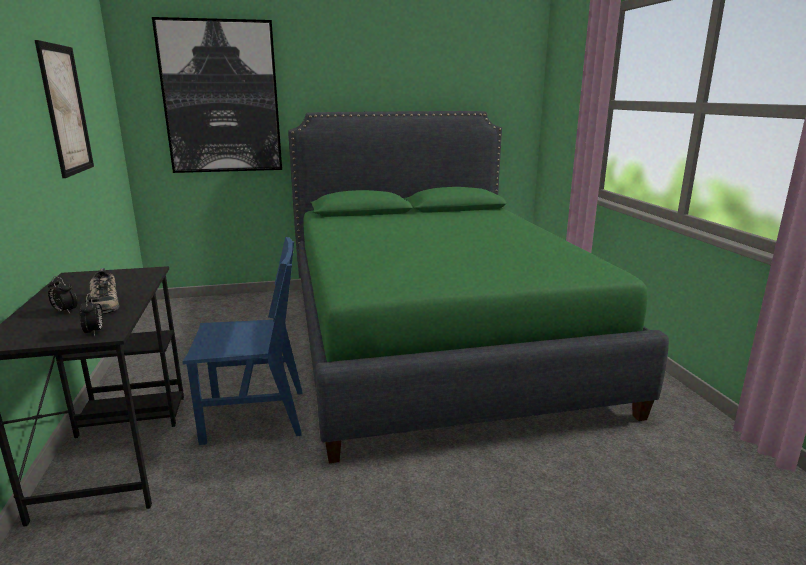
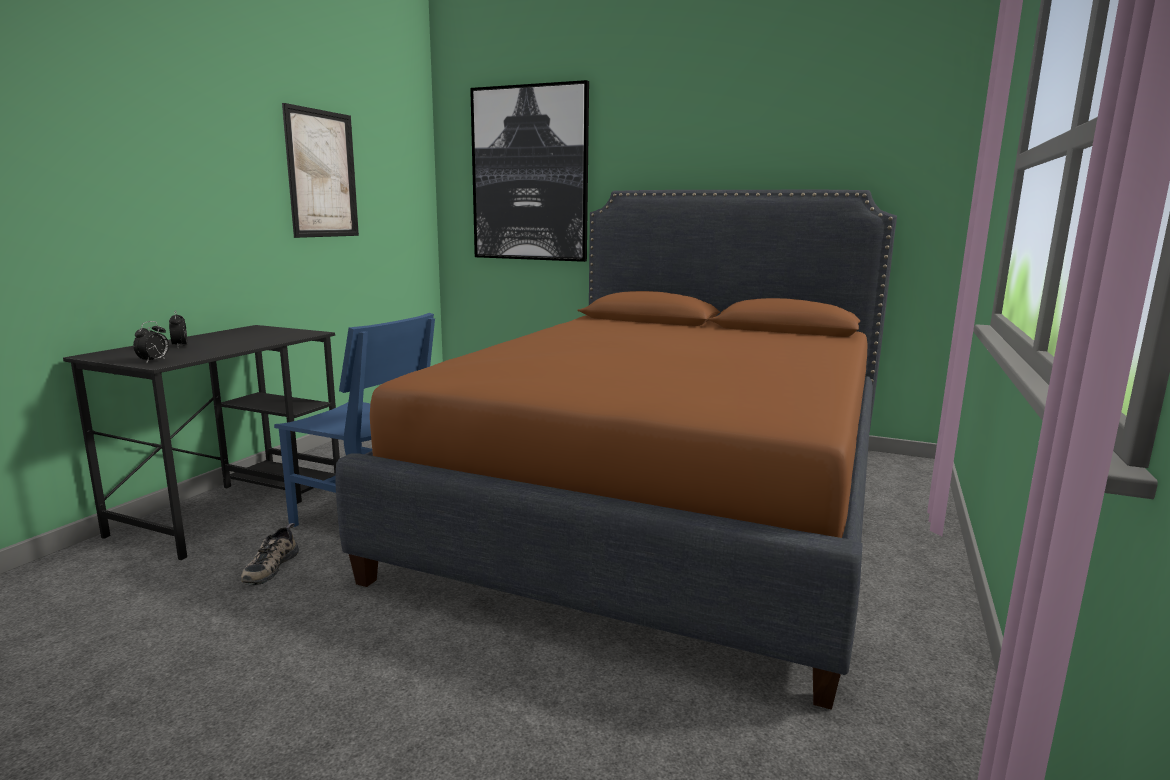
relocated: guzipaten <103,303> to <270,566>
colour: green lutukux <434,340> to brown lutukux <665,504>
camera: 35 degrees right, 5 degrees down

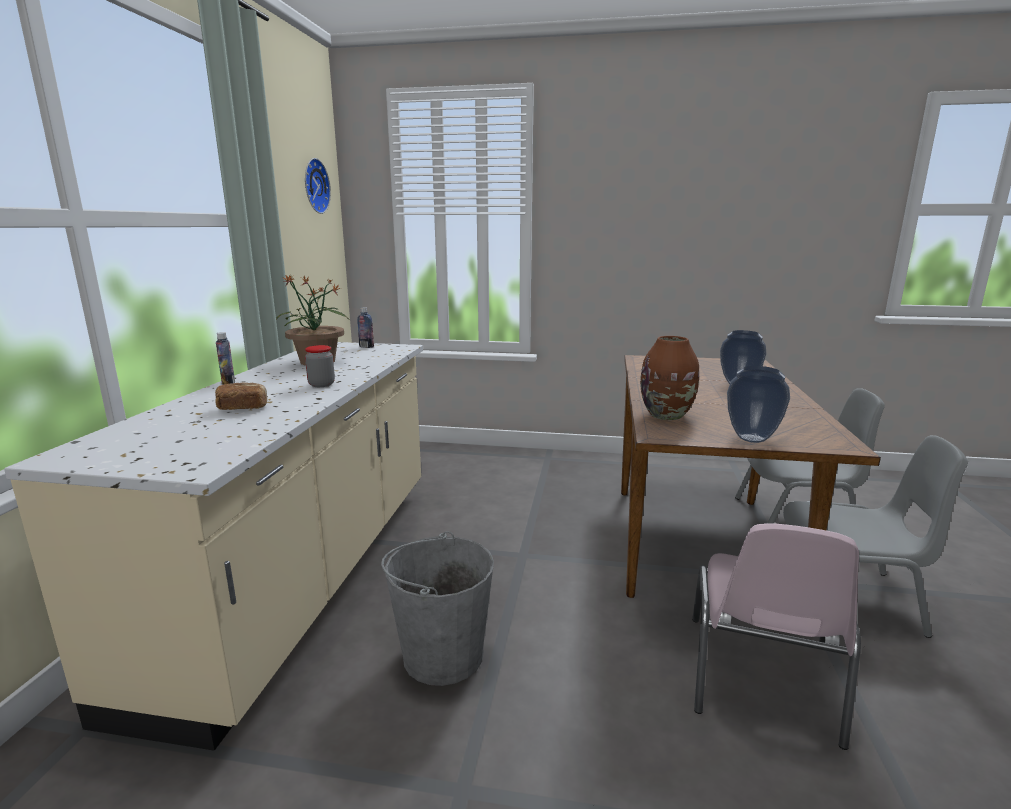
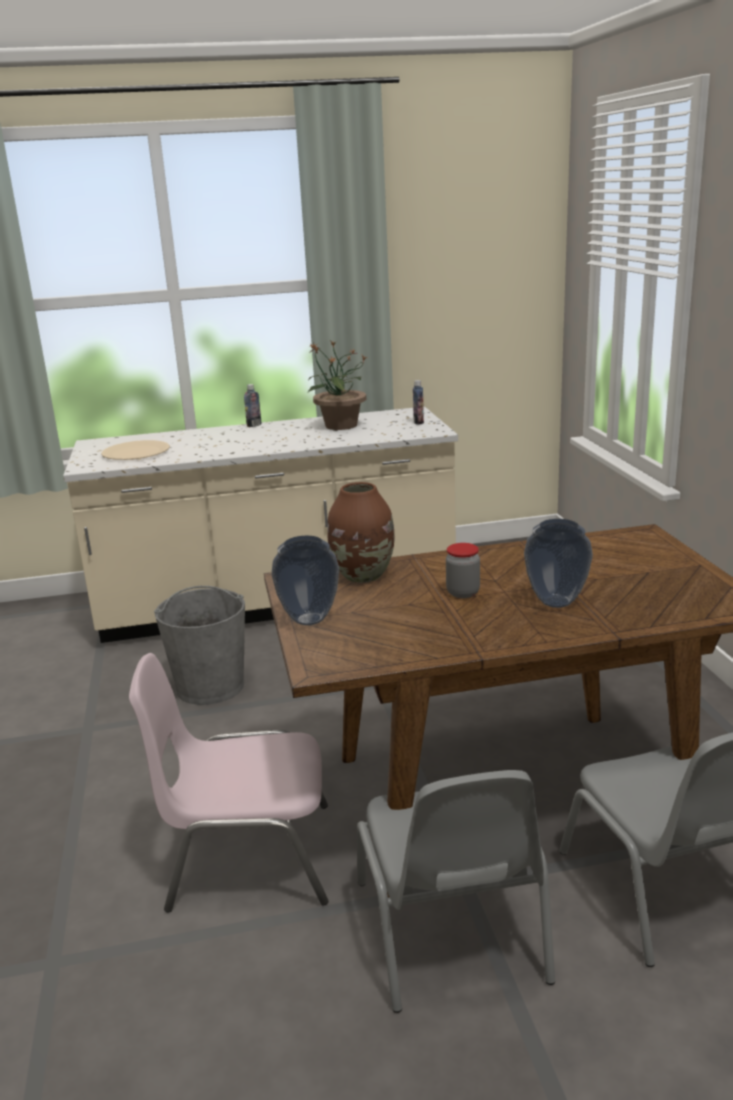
missing: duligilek <243,408>; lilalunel <314,186>
appeared: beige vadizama <136,453>
relocated: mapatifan <321,384> to <463,593>
camera: 70 degrees right, 5 degrees up

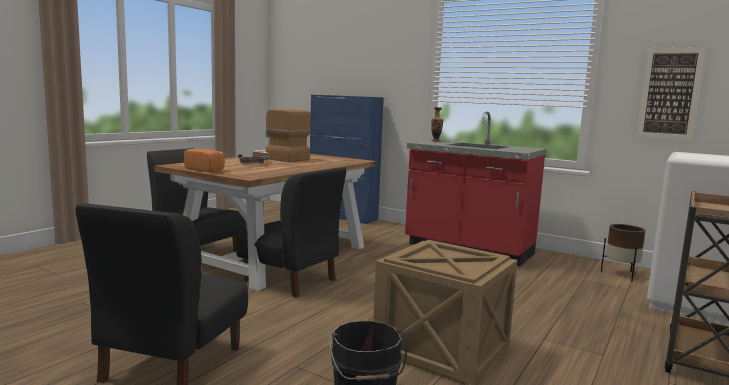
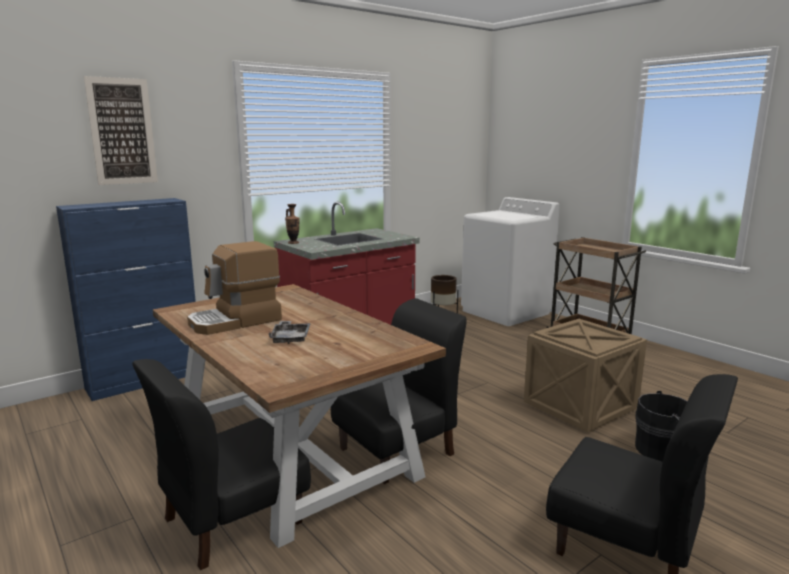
missing: duligilek <206,170>
relocated: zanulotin <669,93> to <122,131>
camera: 70 degrees left, 5 degrees up

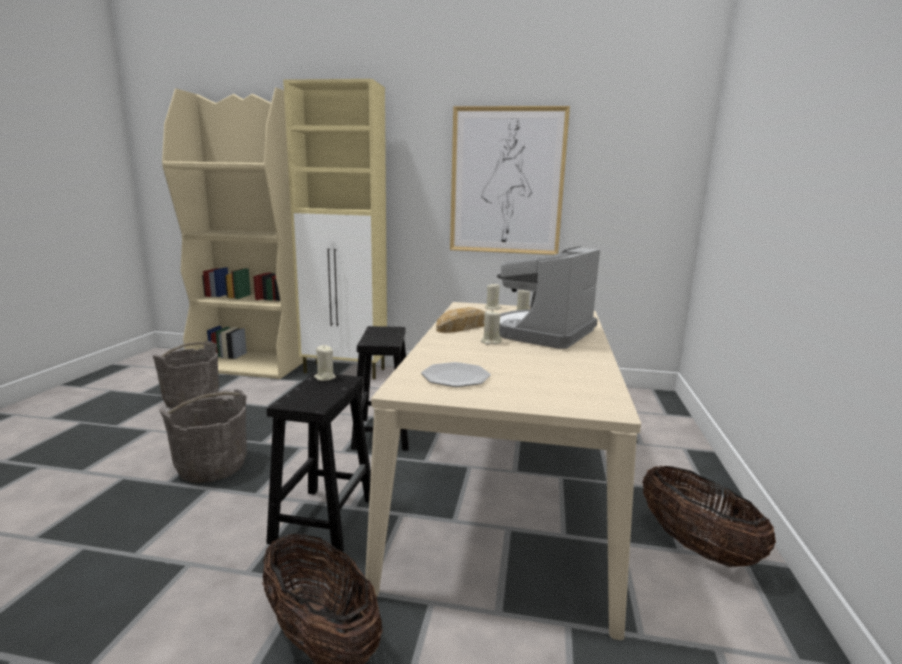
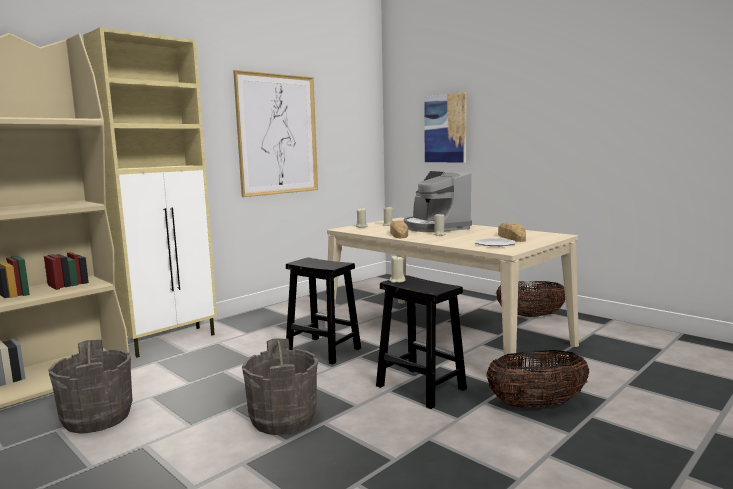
appeared: zanulotin <445,128>; duligilek <511,237>
camera: 55 degrees left, 5 degrees down

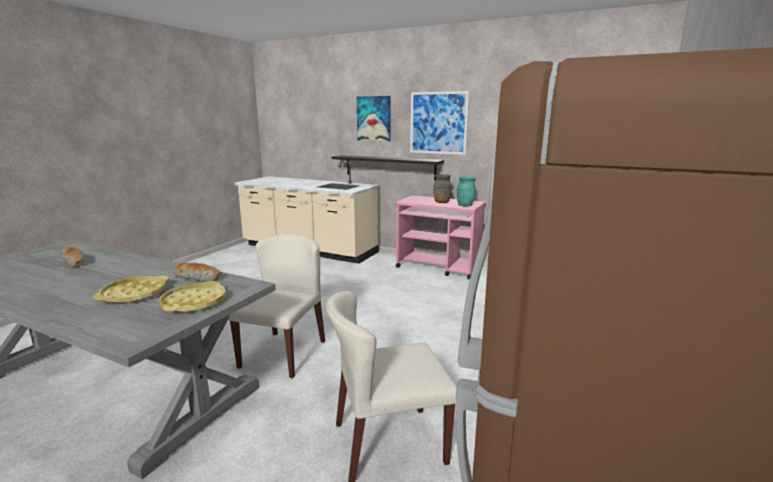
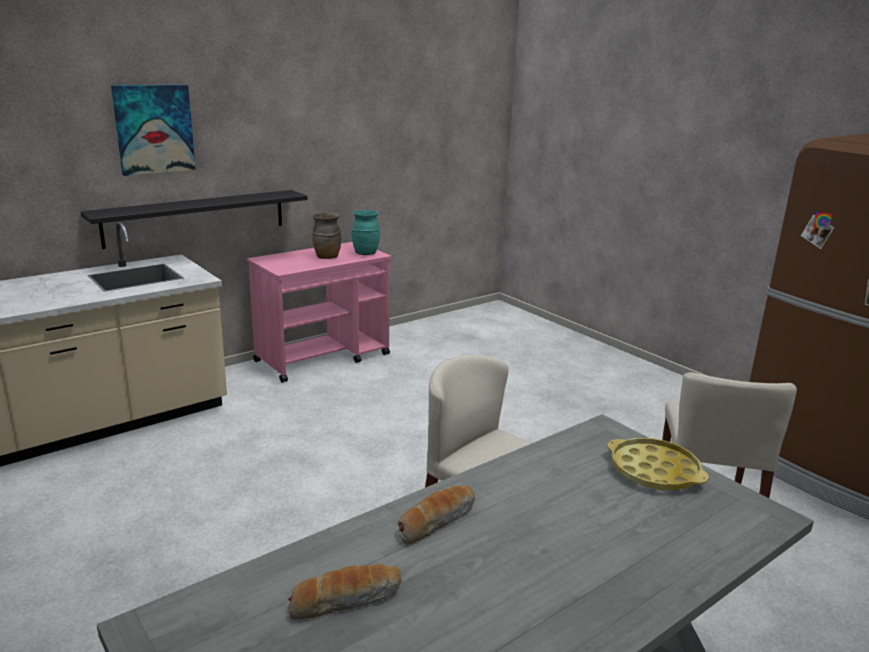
missing: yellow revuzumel <134,294>; zanulotin <438,123>
relocated: duligilek <198,278> to <436,521>
camera: 65 degrees left, 5 degrees up

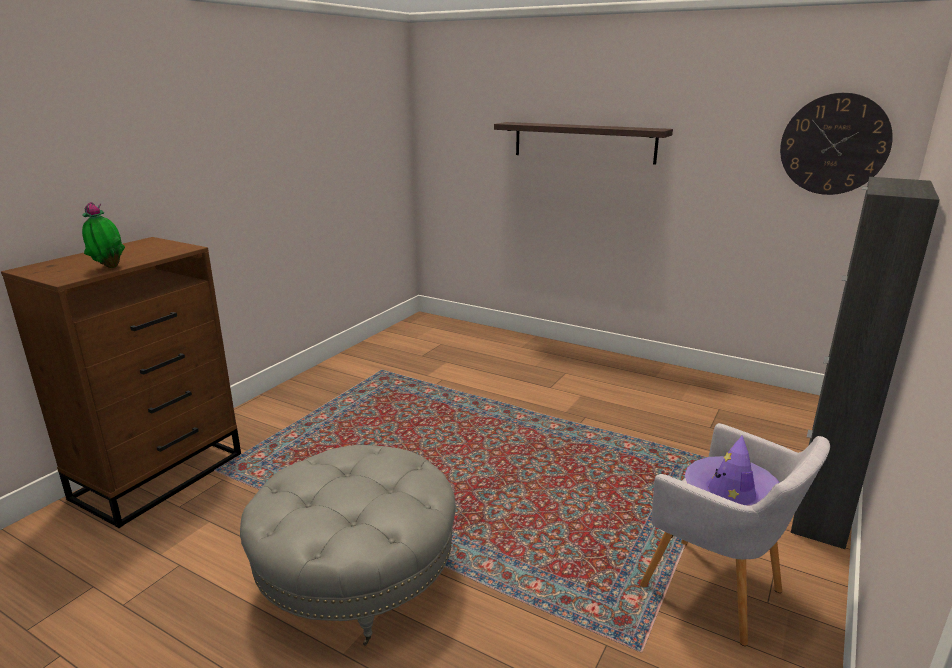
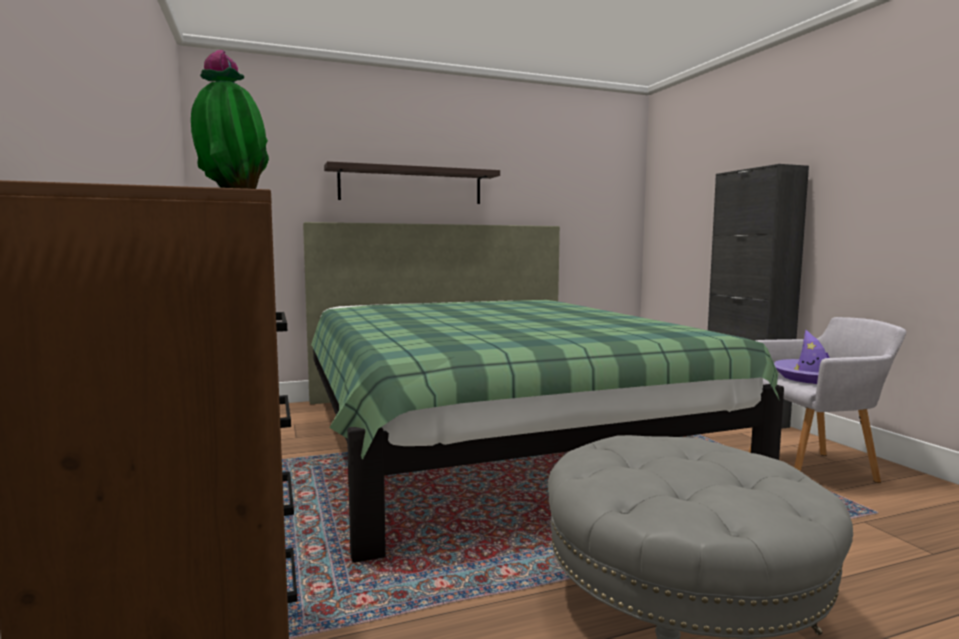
missing: lilalunel <834,144>
appeared: green lutukux <492,437>
camera: 50 degrees left, 15 degrees down

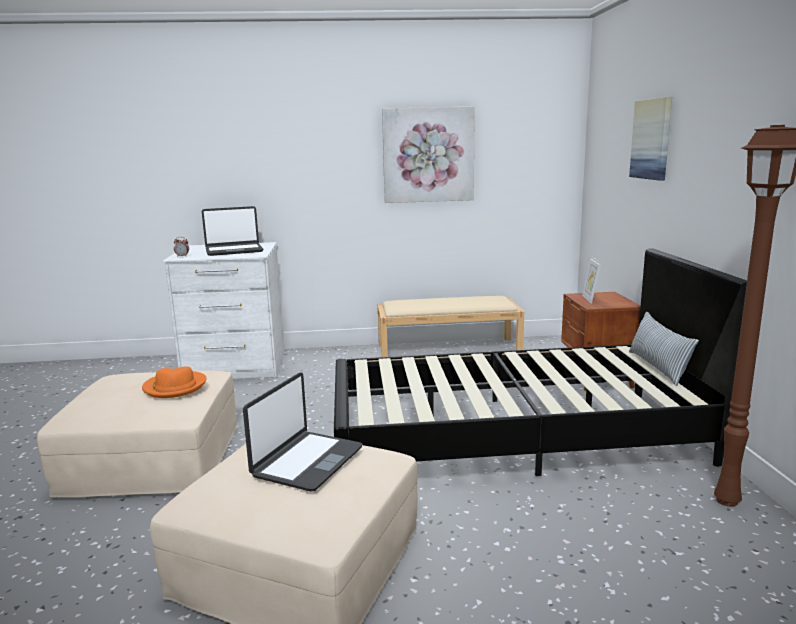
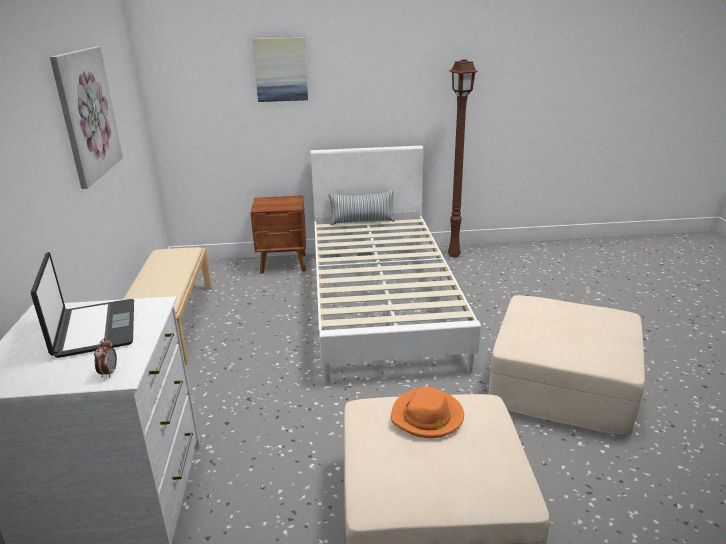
missing: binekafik <307,461>; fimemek <590,299>
colour: black lutukux <513,436> to white lutukux <381,302>
camera: 90 degrees left, 10 degrees up

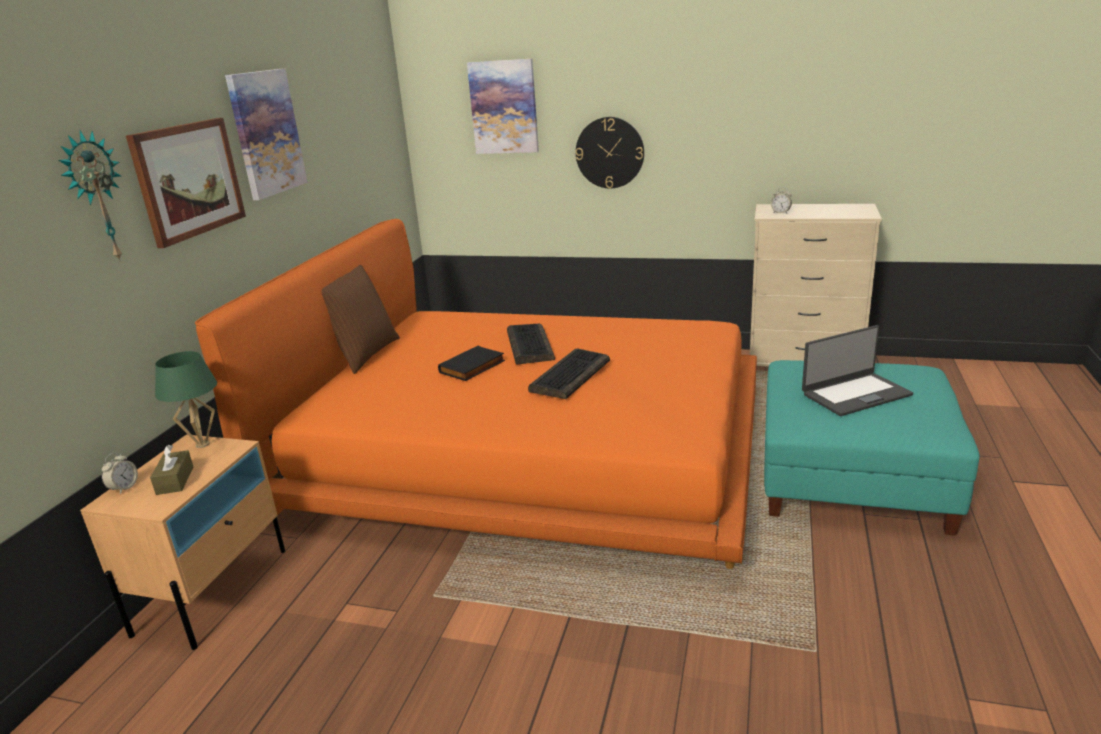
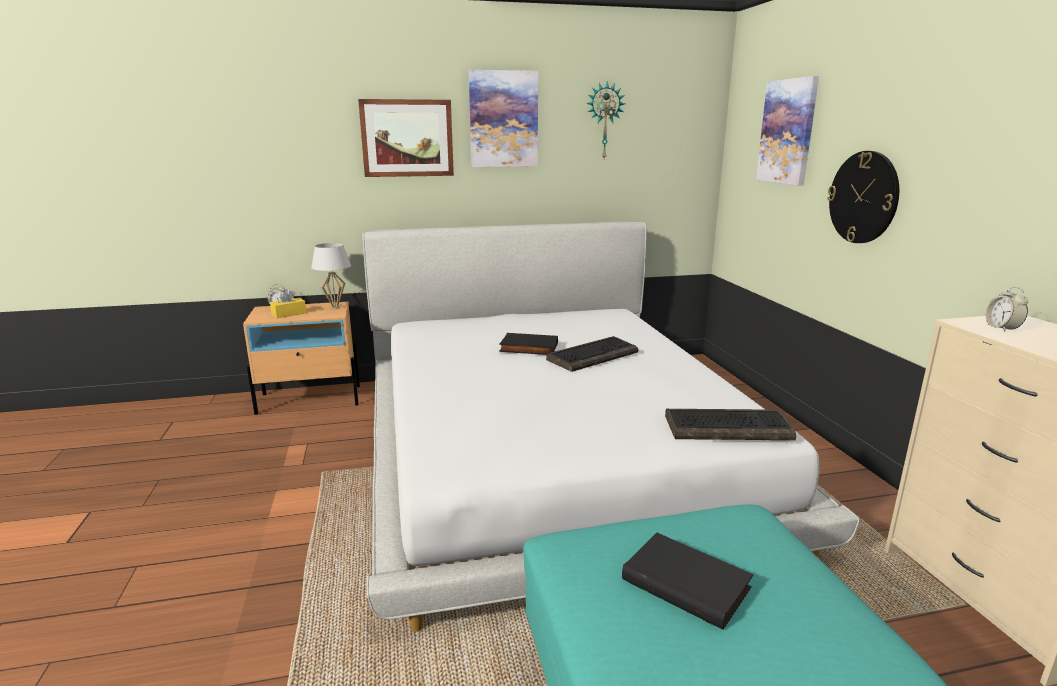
missing: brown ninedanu <364,354>
relocated: lilalunel <95,198> to <604,121>; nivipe <570,375> to <728,427>
exchanged: binekafik <855,394> to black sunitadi <688,582>
colour: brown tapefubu <175,480> to yellow tapefubu <289,314>; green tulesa <202,444> to white tulesa <335,307>; orange lutukux <527,450> to white lutukux <550,451>
camera: 60 degrees right, 5 degrees down

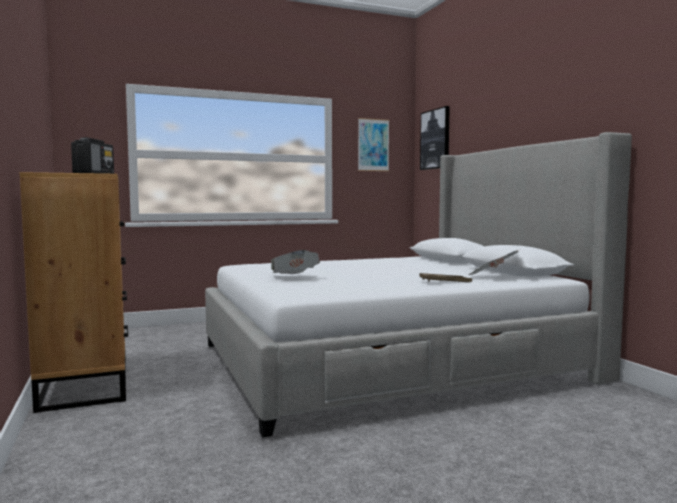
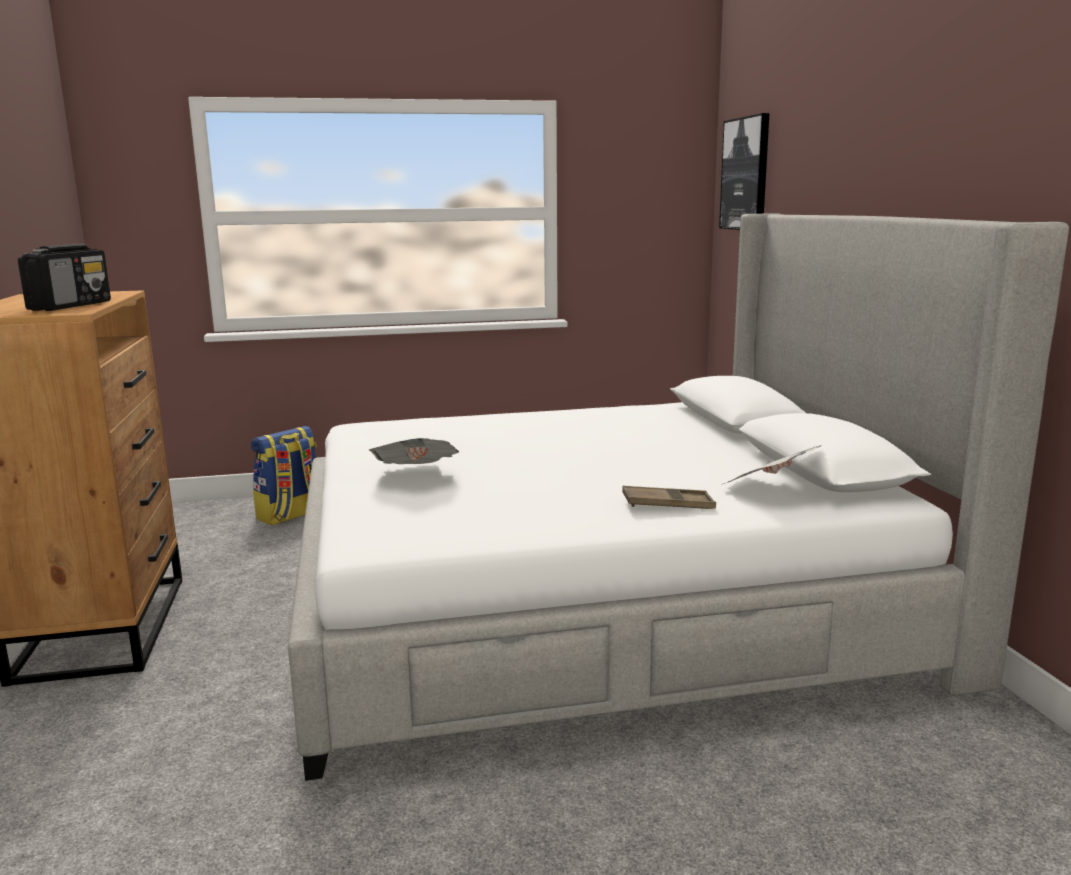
missing: zanulotin <373,145>
appeared: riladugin <290,515>
camera: 10 degrees right, 10 degrees up

